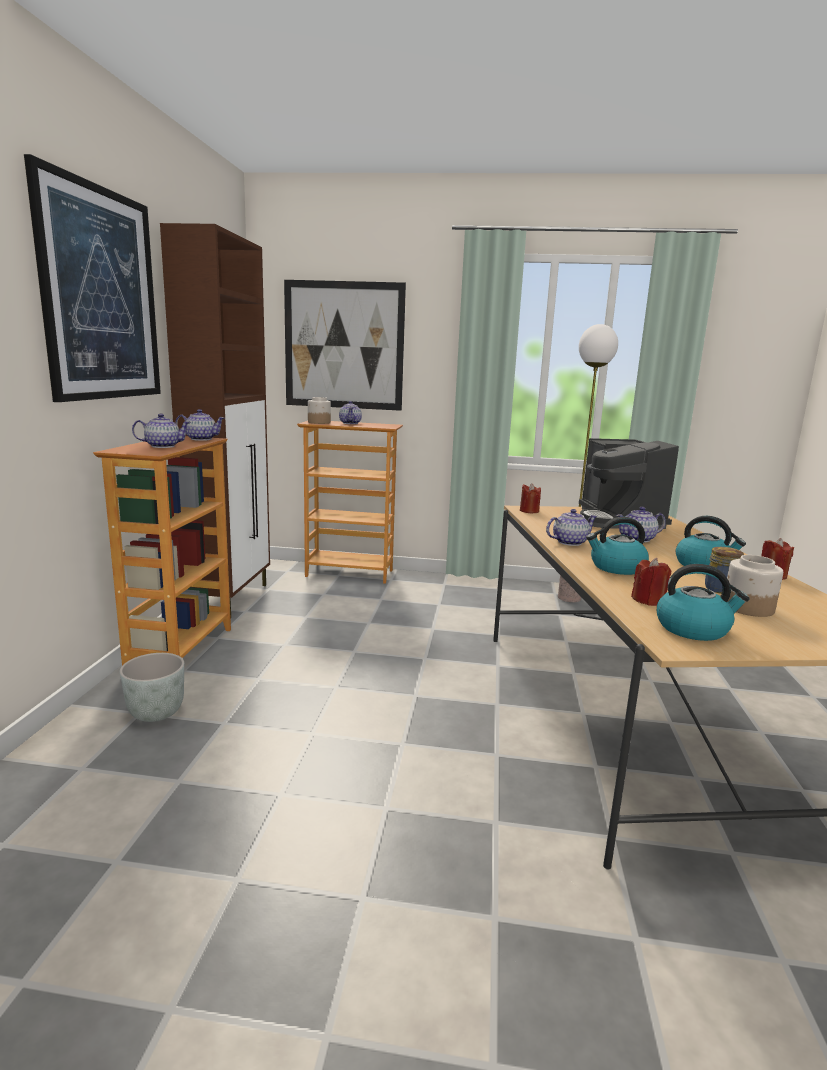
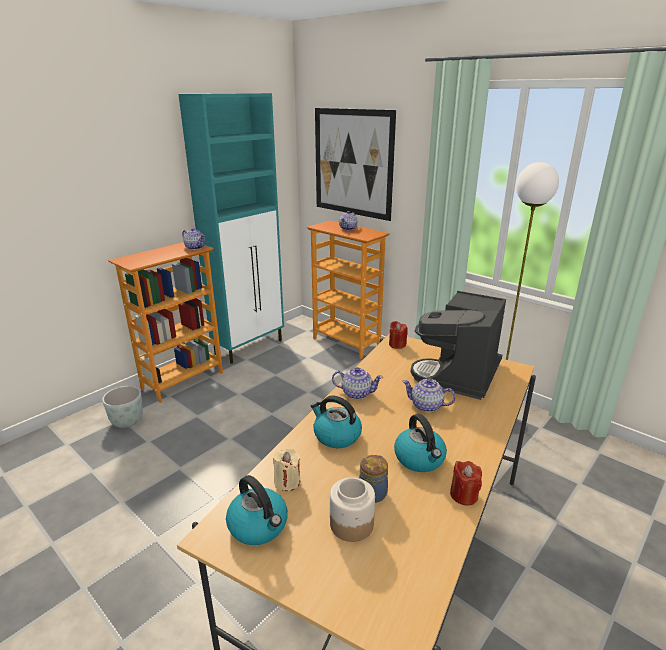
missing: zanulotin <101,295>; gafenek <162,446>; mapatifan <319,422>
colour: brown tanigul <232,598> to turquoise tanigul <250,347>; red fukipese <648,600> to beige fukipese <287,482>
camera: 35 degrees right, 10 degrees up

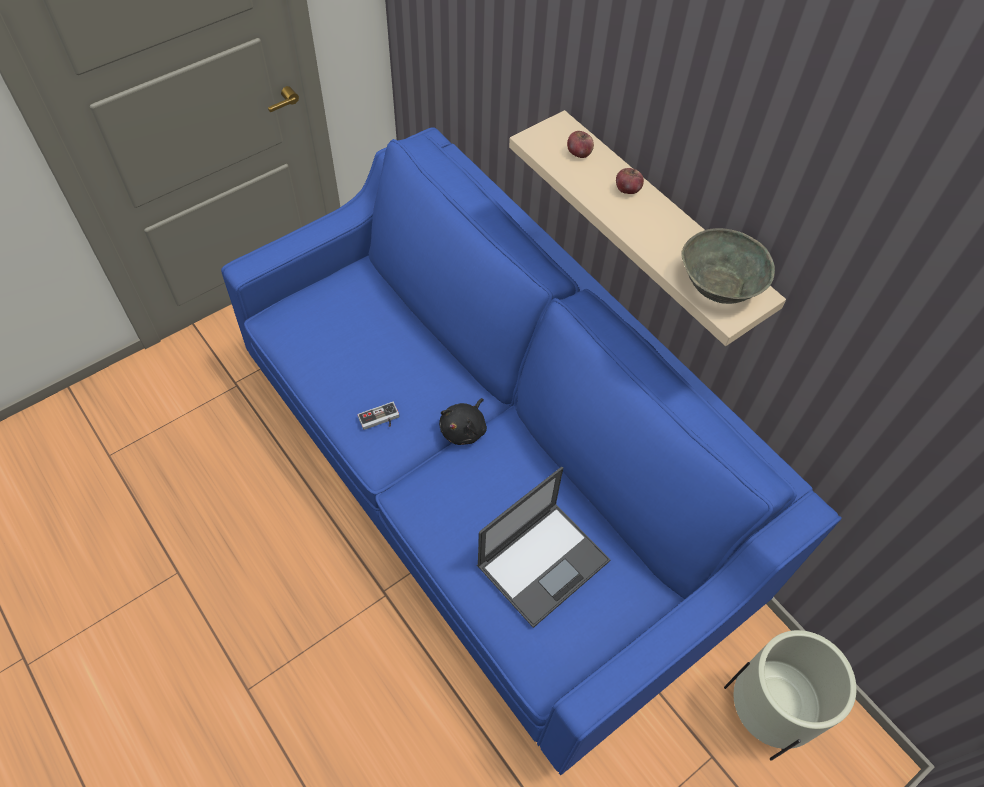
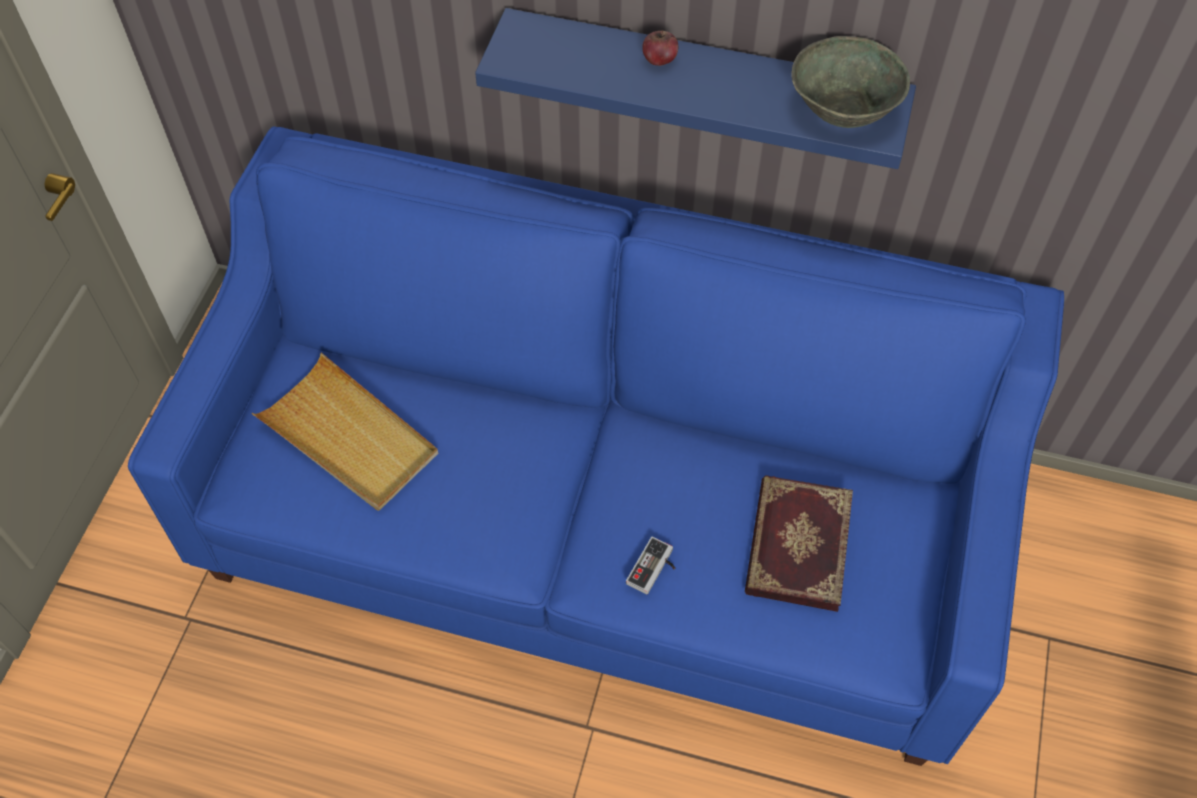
missing: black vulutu <464,429>; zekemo <579,153>; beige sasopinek <765,713>
appeared: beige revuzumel <349,437>
relocated: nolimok <380,420> to <654,570>
exchanged: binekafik <544,562> to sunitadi <796,544>
colour: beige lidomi <659,224> to blue lidomi <702,83>
camera: 35 degrees left, 0 degrees up

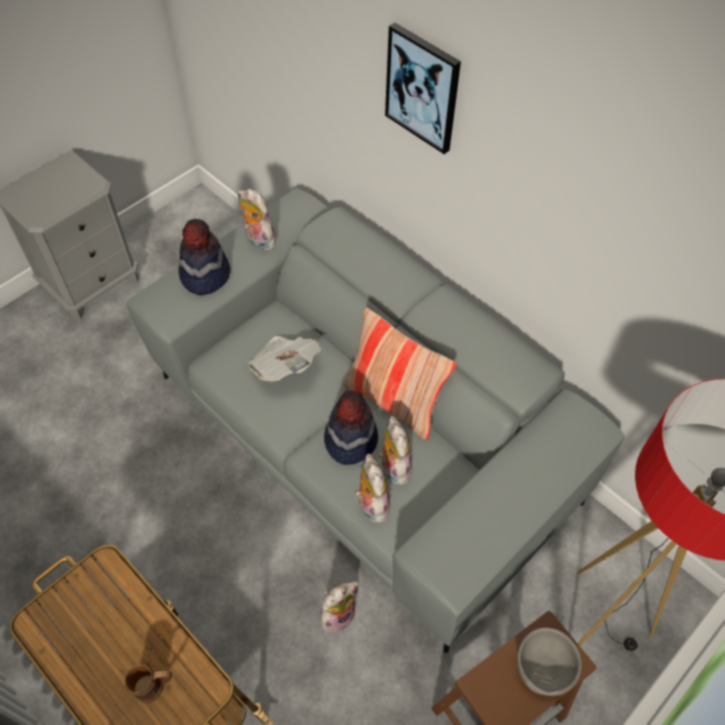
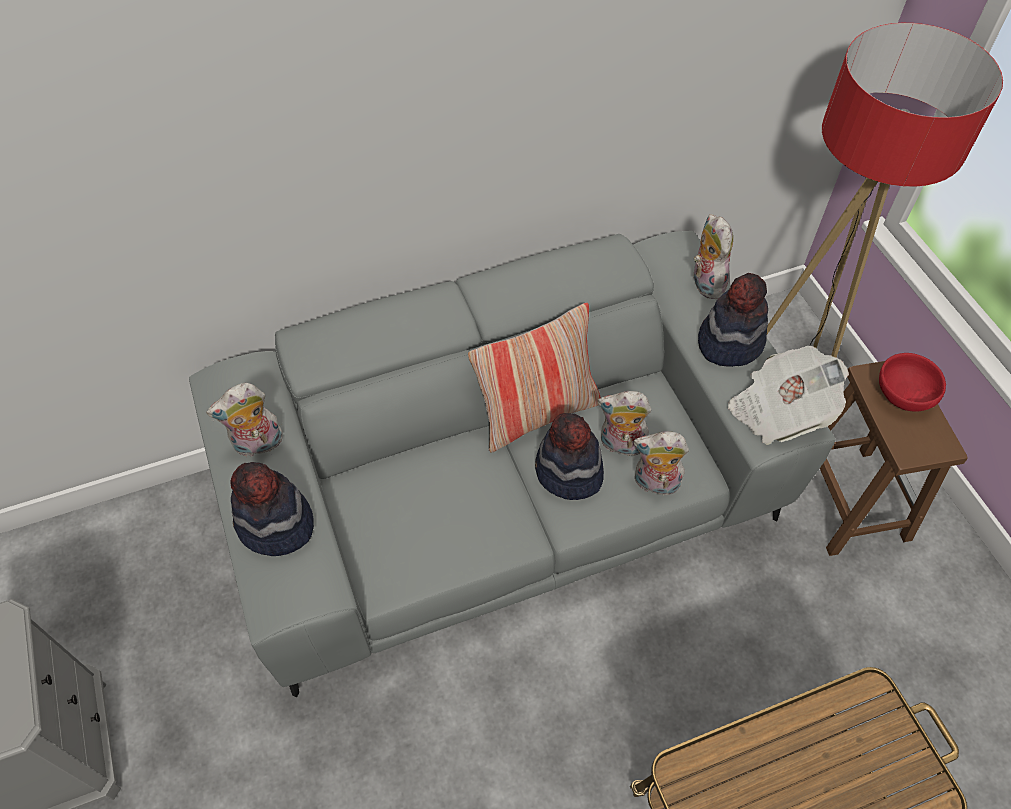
missing: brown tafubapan <156,687>; zanulotin <423,88>
appeared: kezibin <729,342>
relocated: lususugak <285,367> to <780,410>; vulutu <337,613> to <704,282>
colour: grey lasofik <545,667> to red lasofik <903,393>
camera: 65 degrees left, 0 degrees up

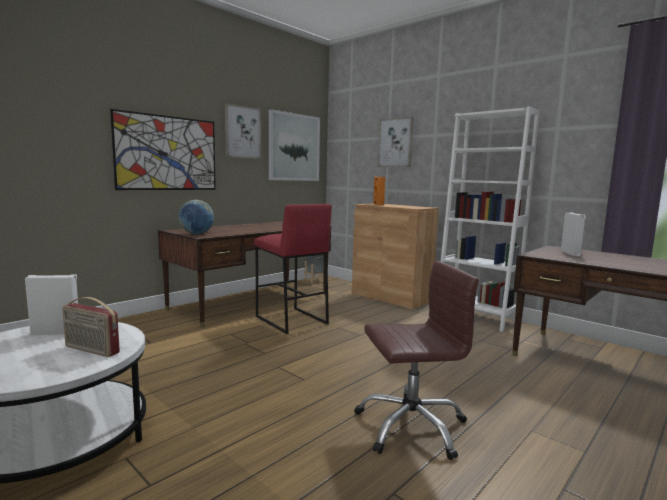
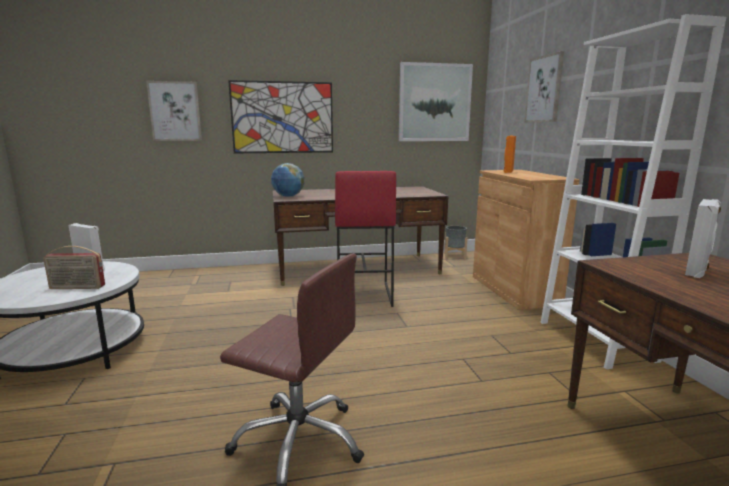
relocated: zanulotin <242,132> to <175,111>
spun: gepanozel <91,350> = <77,287> 60 degrees counterclockwise
camera: 35 degrees right, 5 degrees up

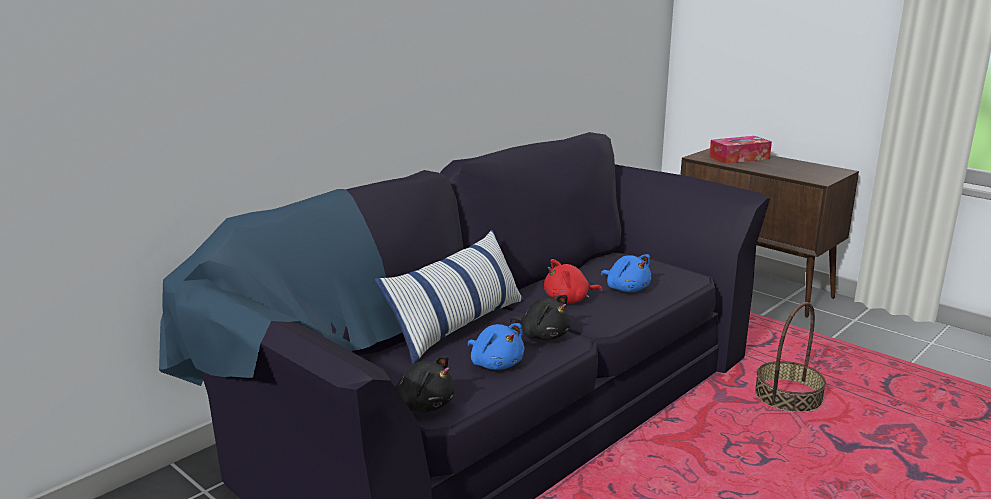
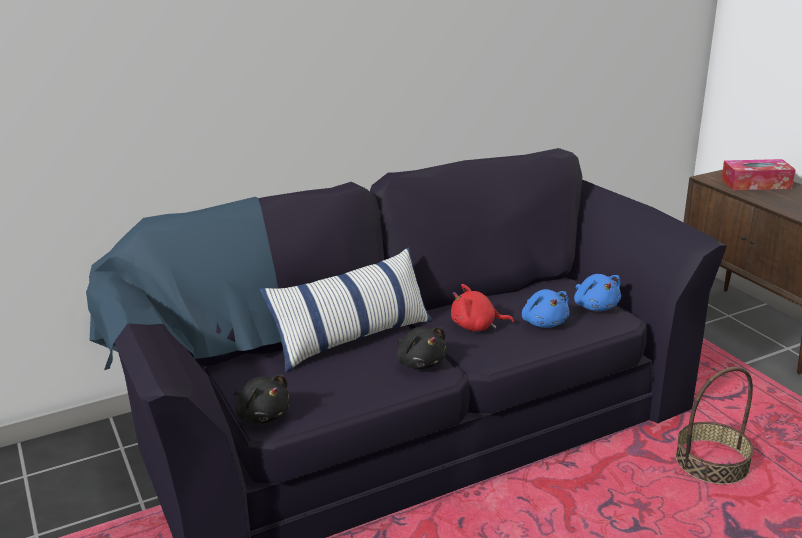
relocated: blue vulutu <495,364> to <595,306>
camera: 20 degrees right, 5 degrees up

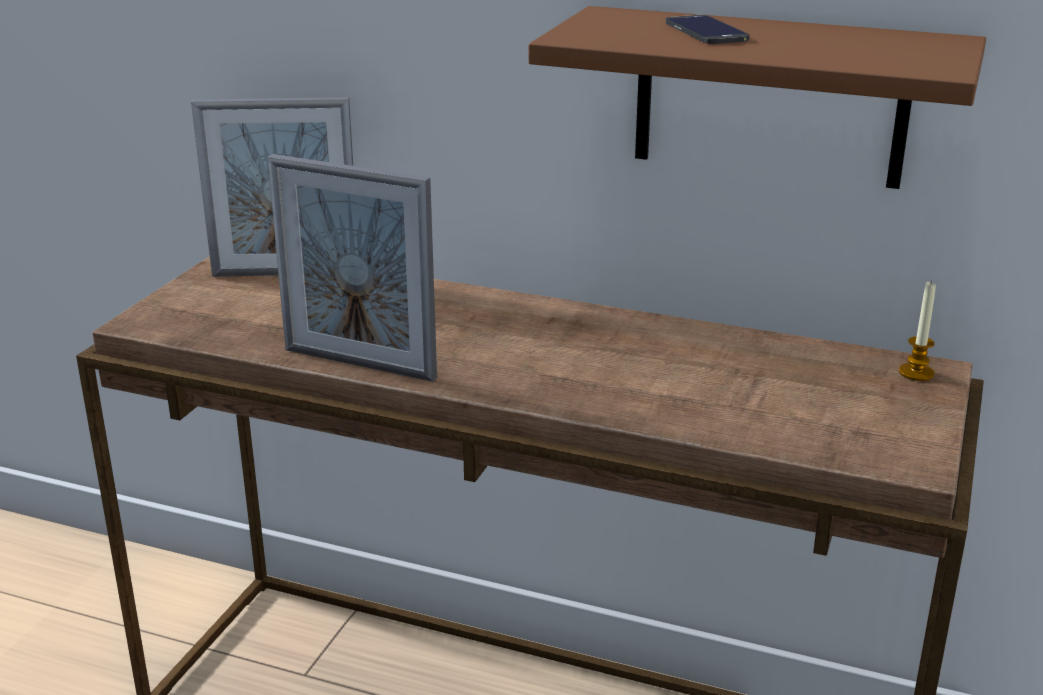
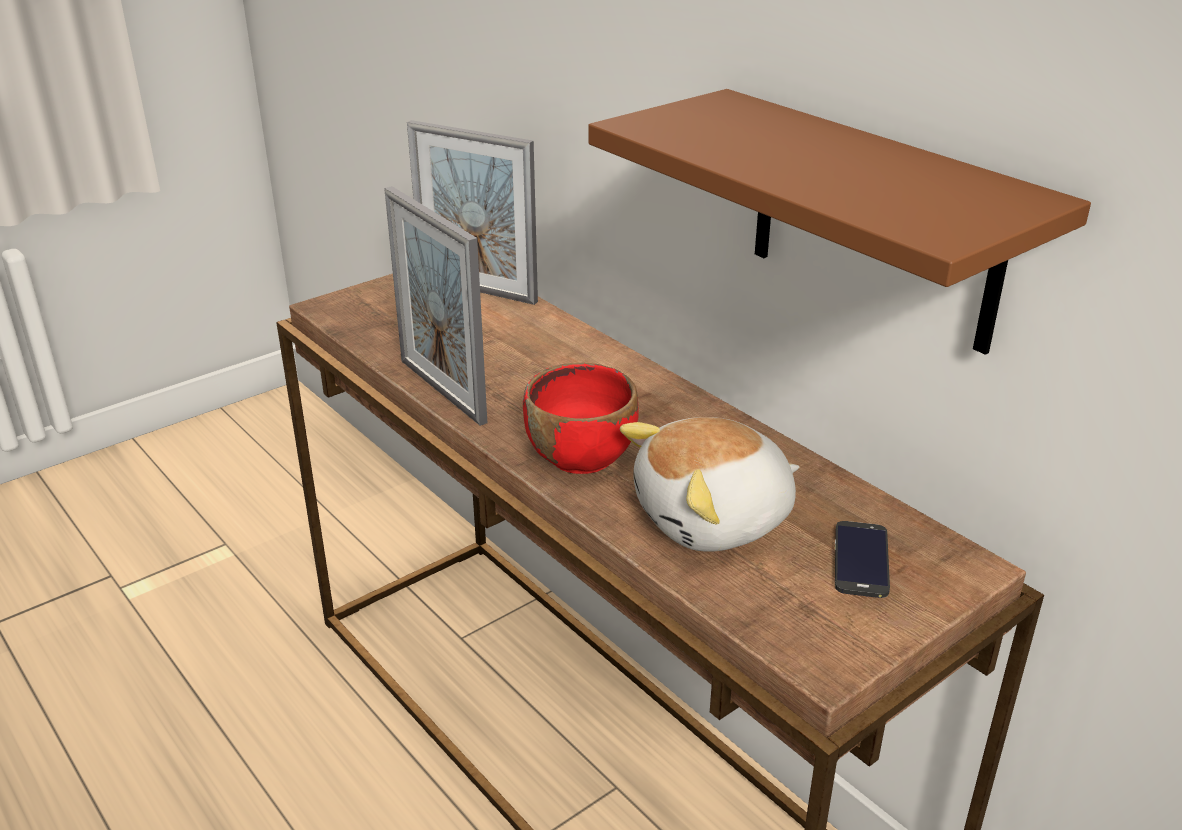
missing: fukipese <916,373>
appeared: red lasofik <582,456>; vulutu <715,520>
relocated: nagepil <706,31> to <861,560>
camera: 30 degrees right, 5 degrees up

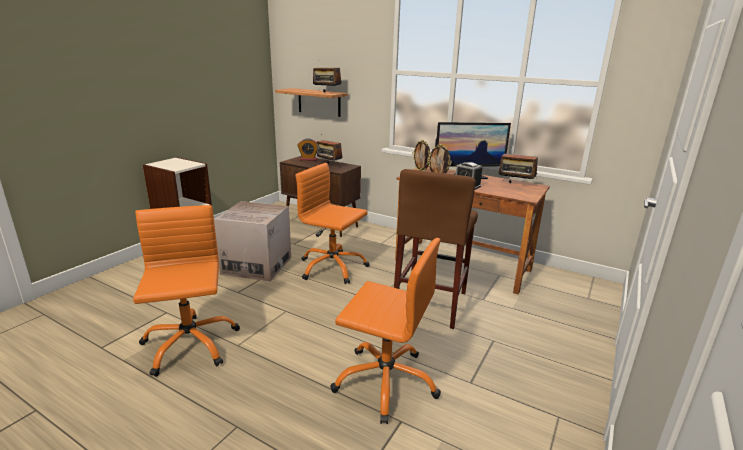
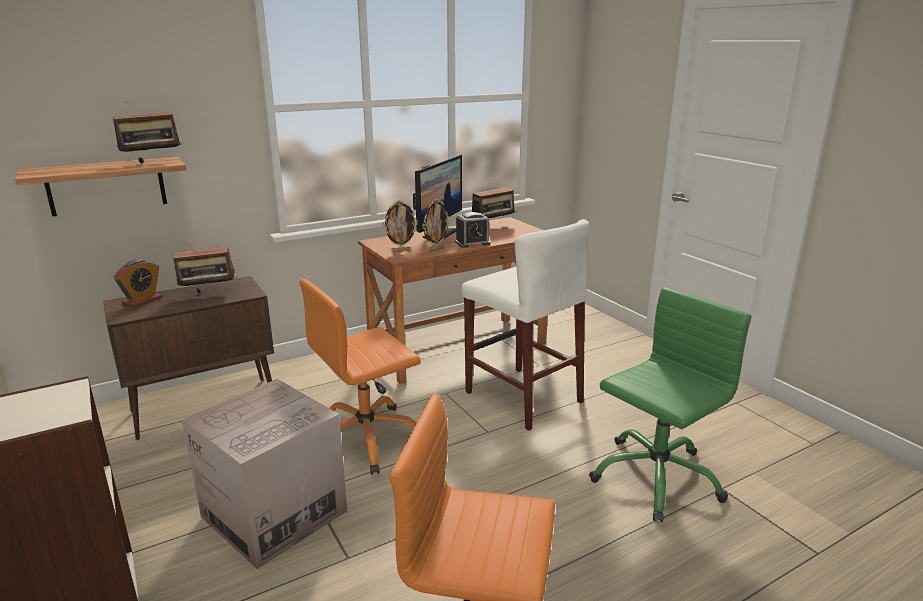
colour: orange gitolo <386,381> to green gitolo <655,477>; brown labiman <430,303> to white labiman <523,397>
camera: 60 degrees left, 0 degrees up

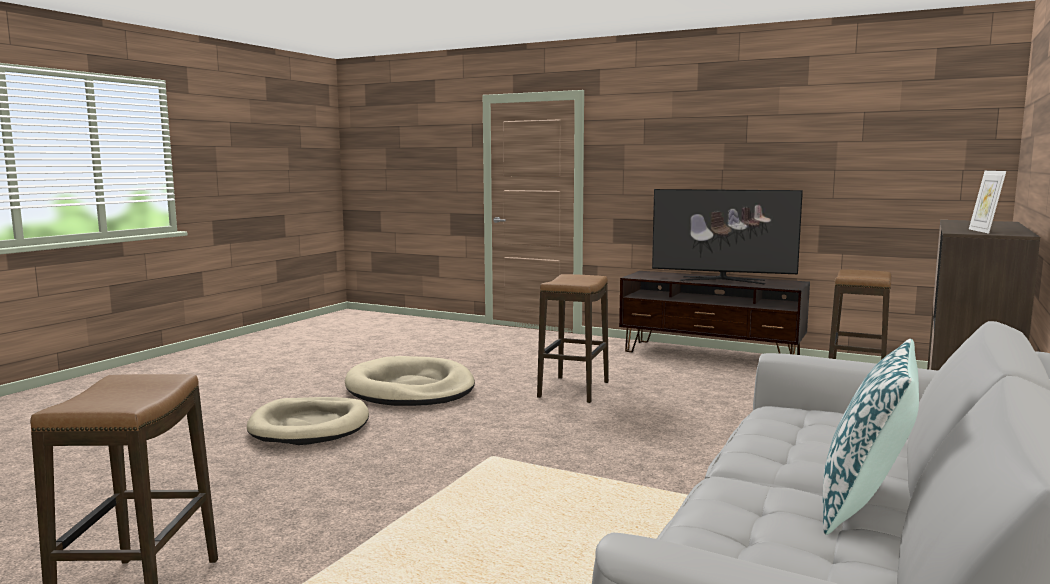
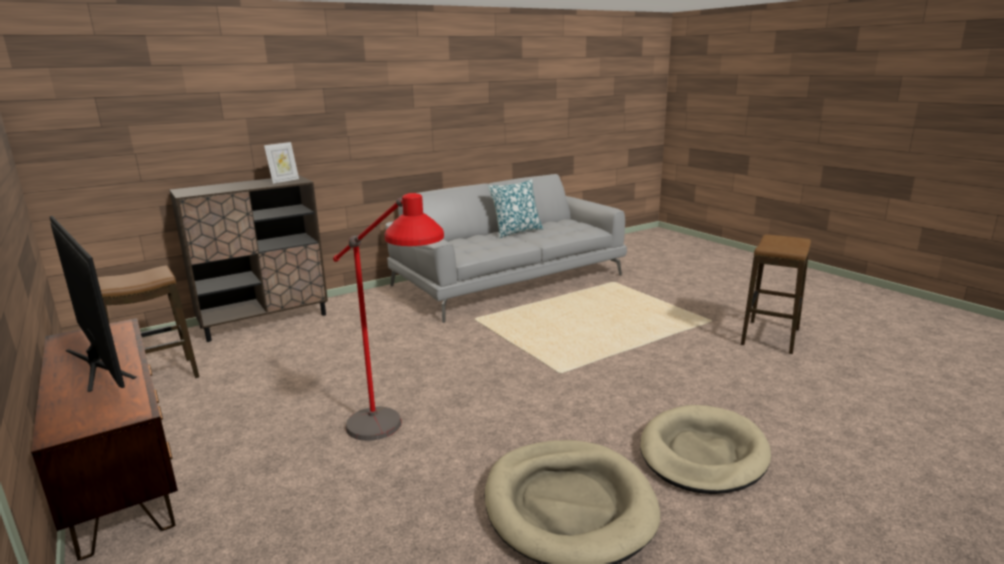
exchanged: labiman <573,390> to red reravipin <395,441>
camera: 150 degrees left, 10 degrees up

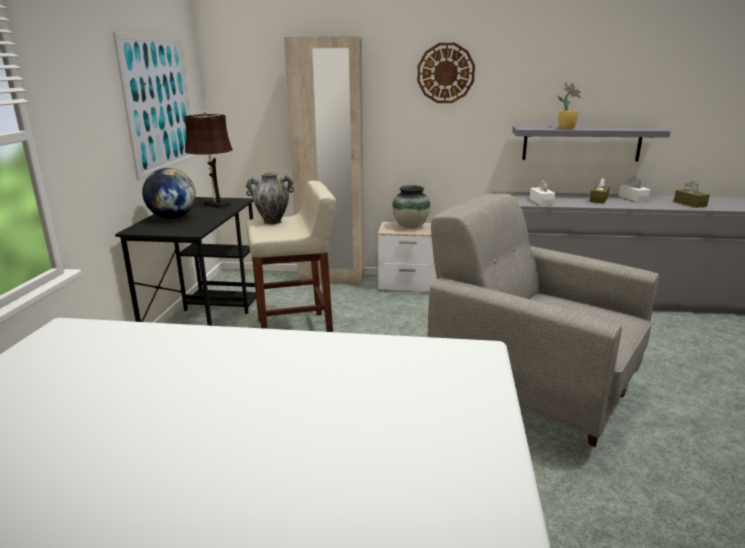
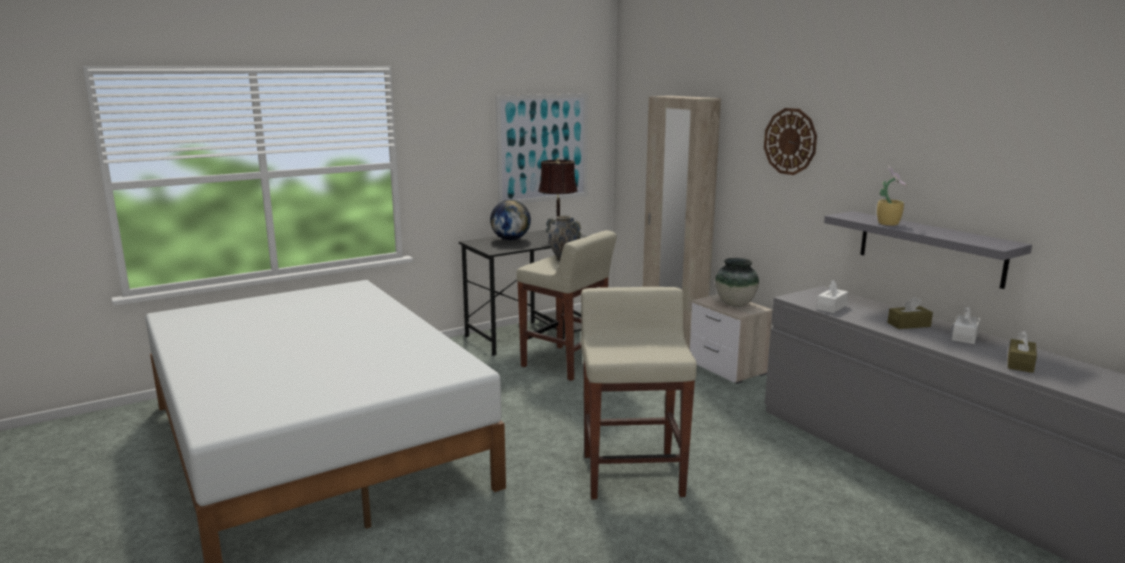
exchanged: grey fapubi <530,390> to beige labiman <632,474>
camera: 50 degrees right, 5 degrees down

